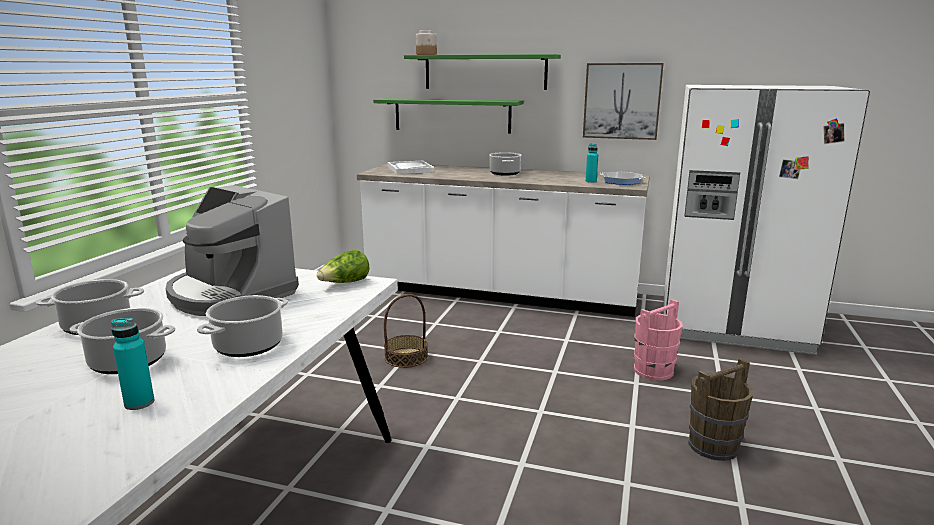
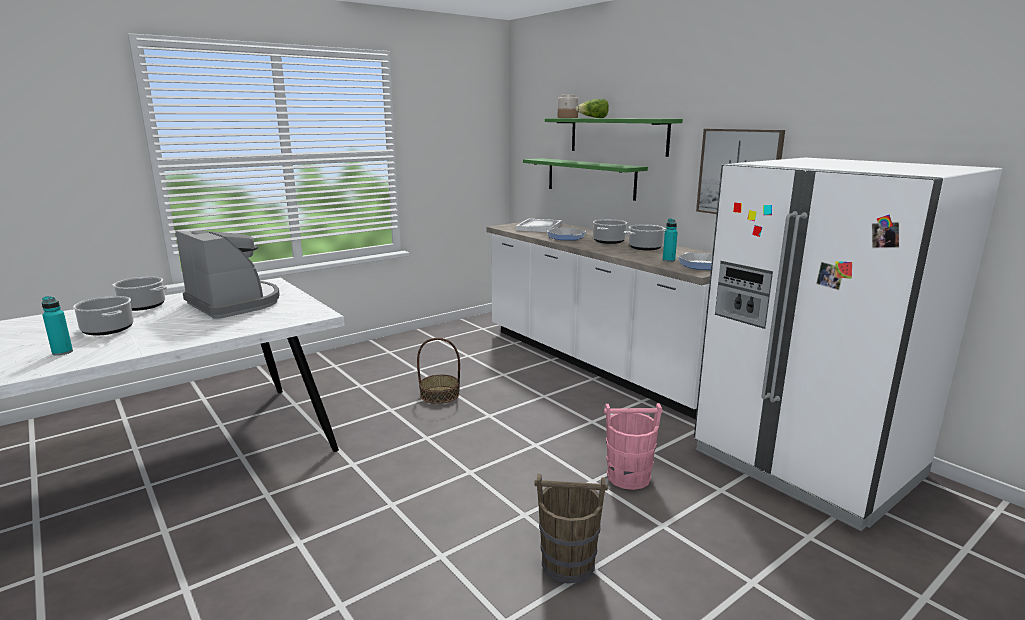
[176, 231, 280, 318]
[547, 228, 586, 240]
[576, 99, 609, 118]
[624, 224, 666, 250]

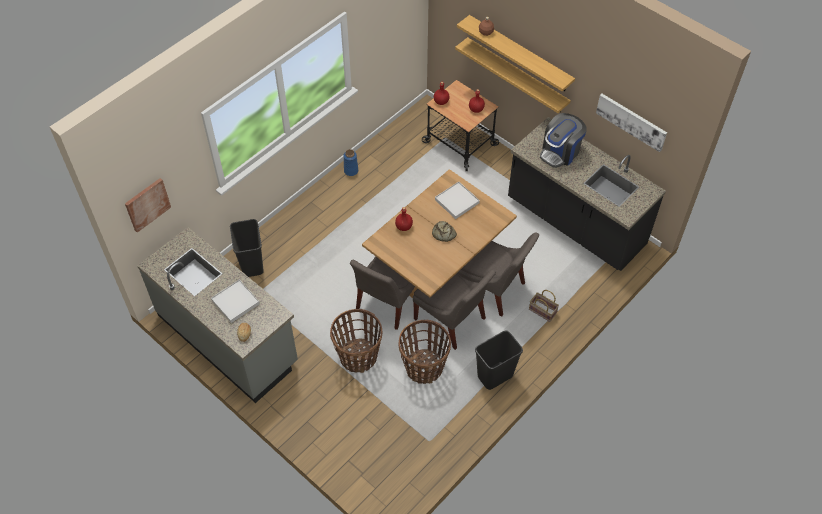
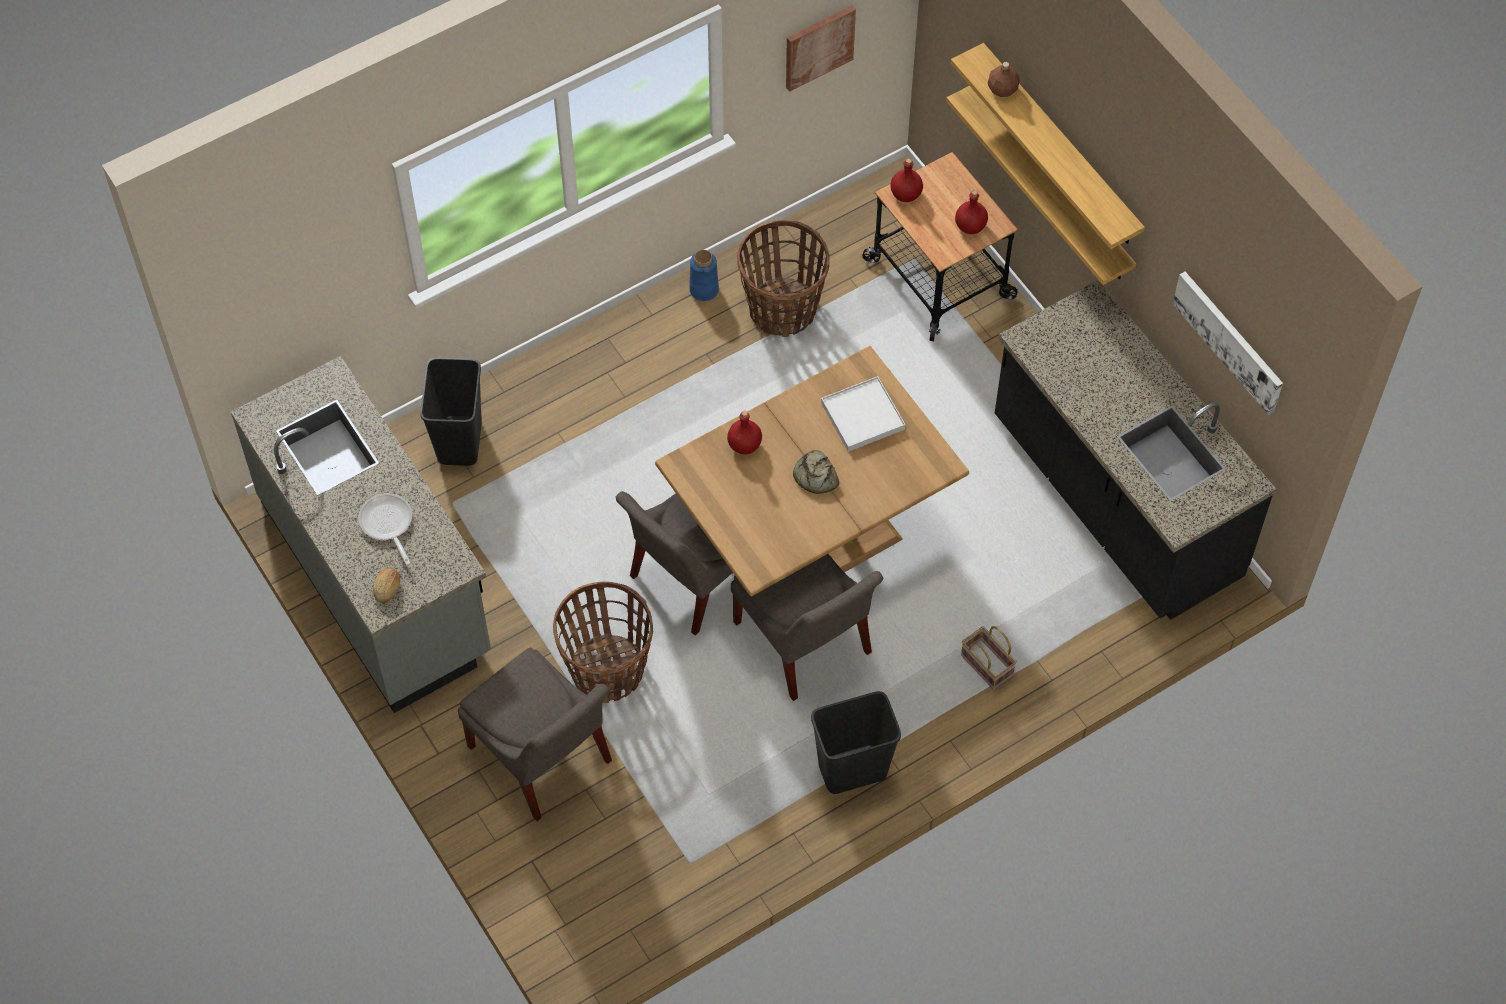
[358, 493, 412, 565]
[458, 648, 612, 821]
[737, 220, 830, 337]
[786, 5, 856, 92]
[540, 113, 587, 168] (first image)

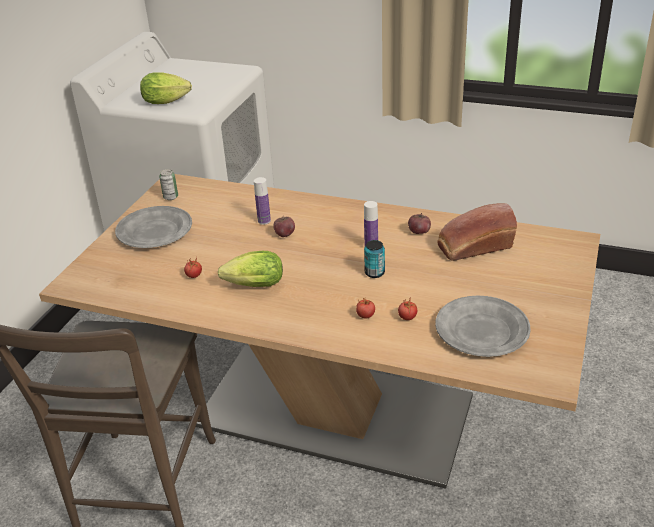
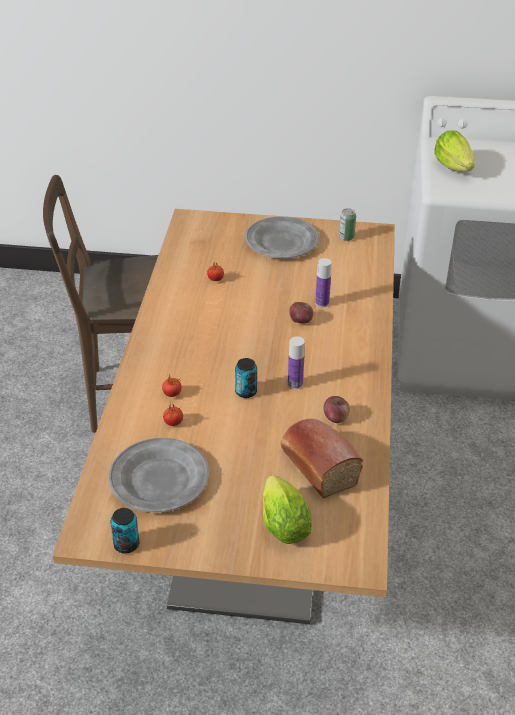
[111, 508, 139, 553]
[263, 475, 312, 544]

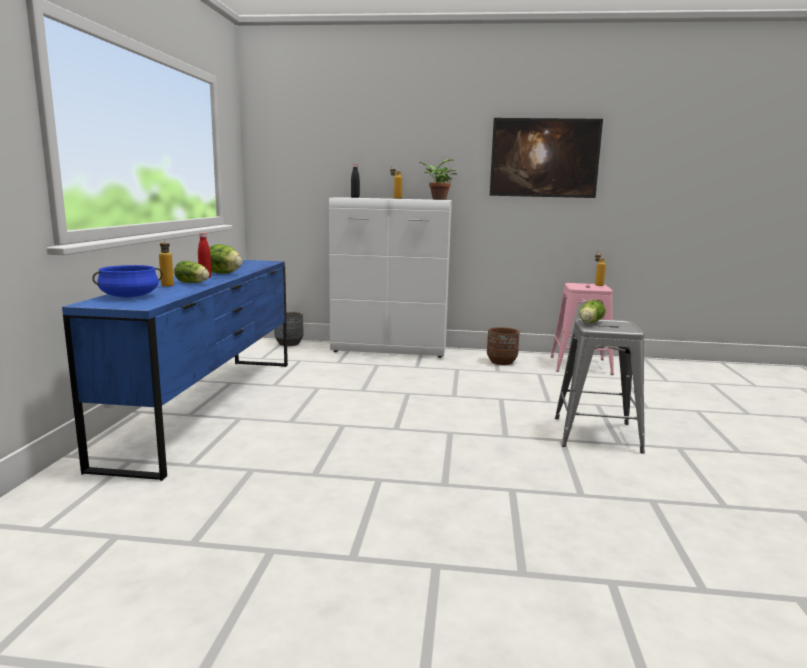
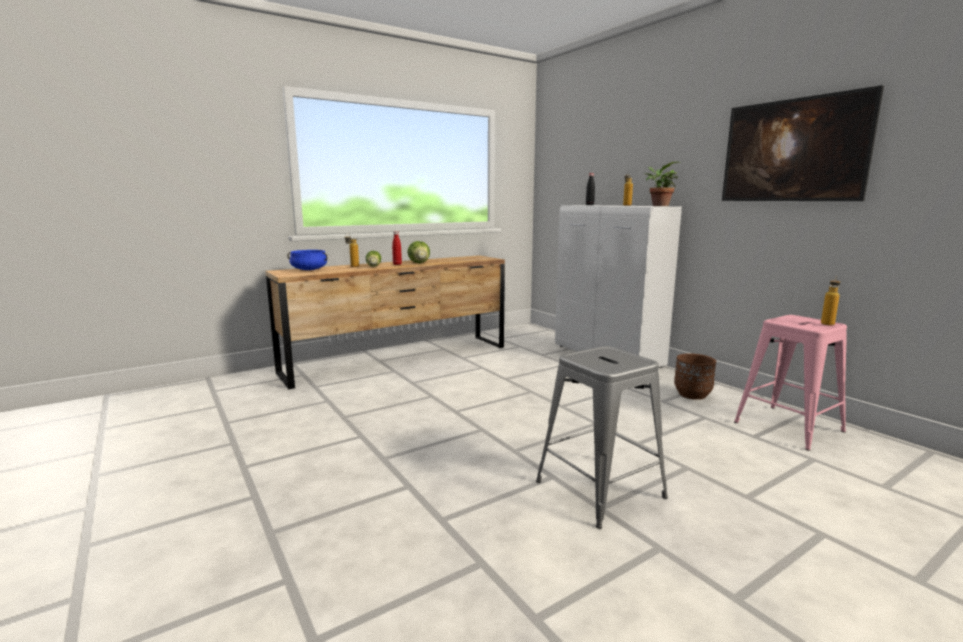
[265, 255, 505, 389]
[274, 312, 304, 346] (first image)
[579, 300, 606, 323] (first image)

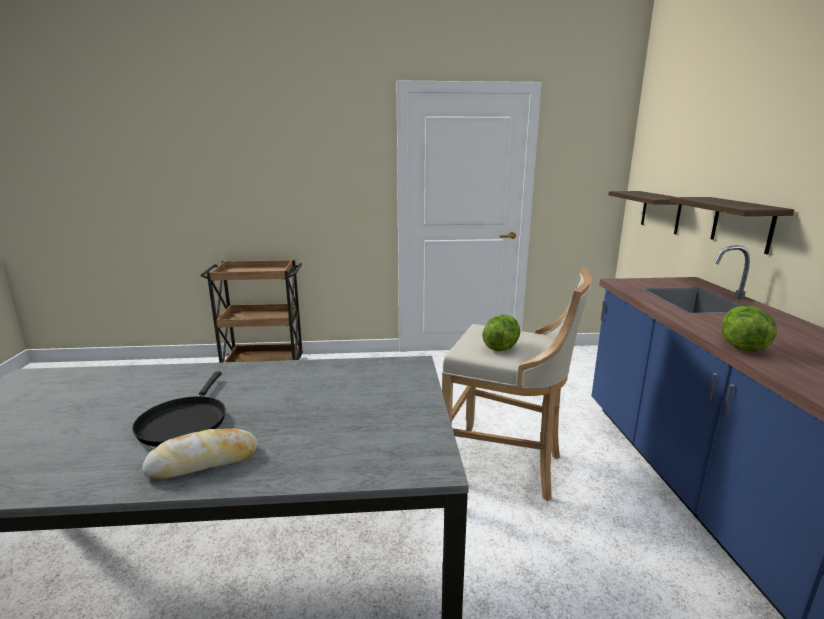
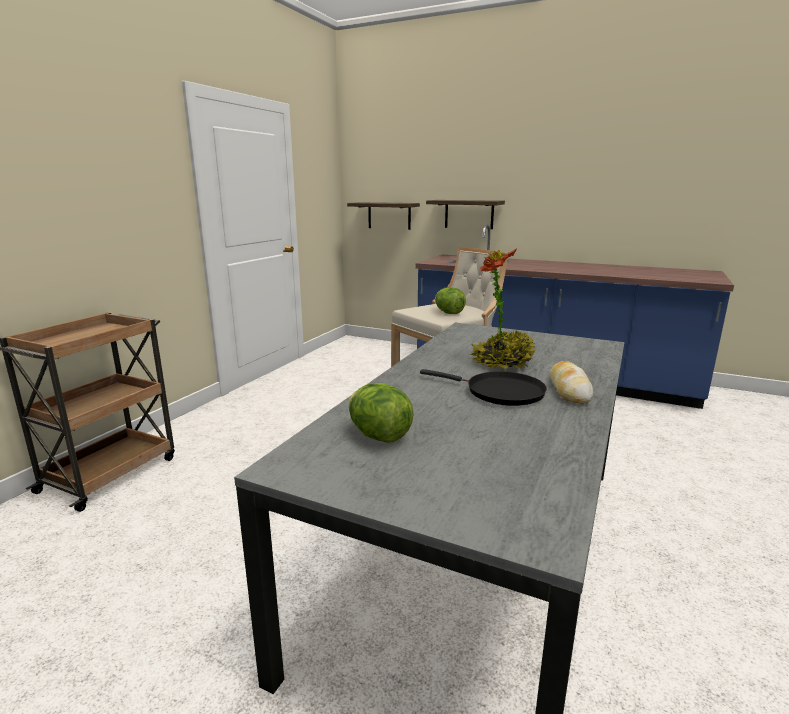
[348, 383, 413, 443]
[470, 248, 536, 369]

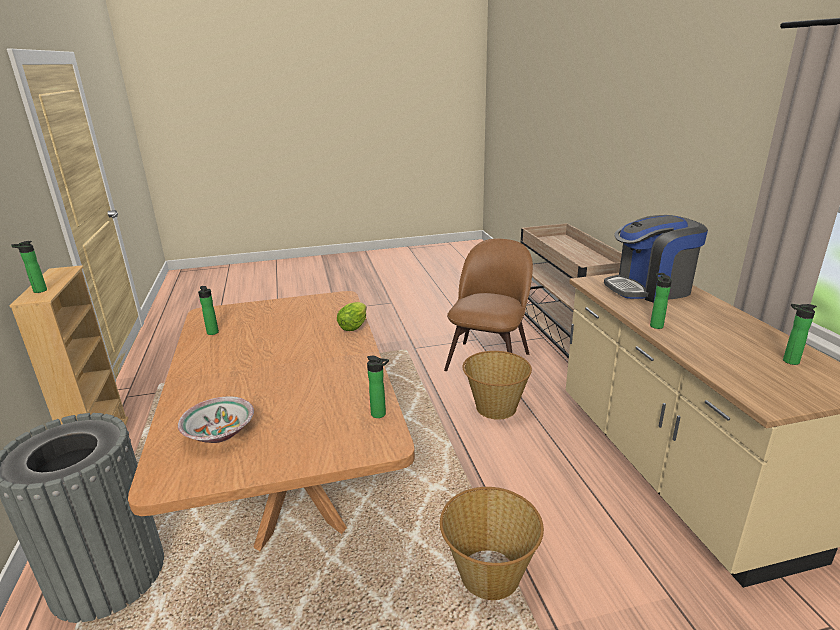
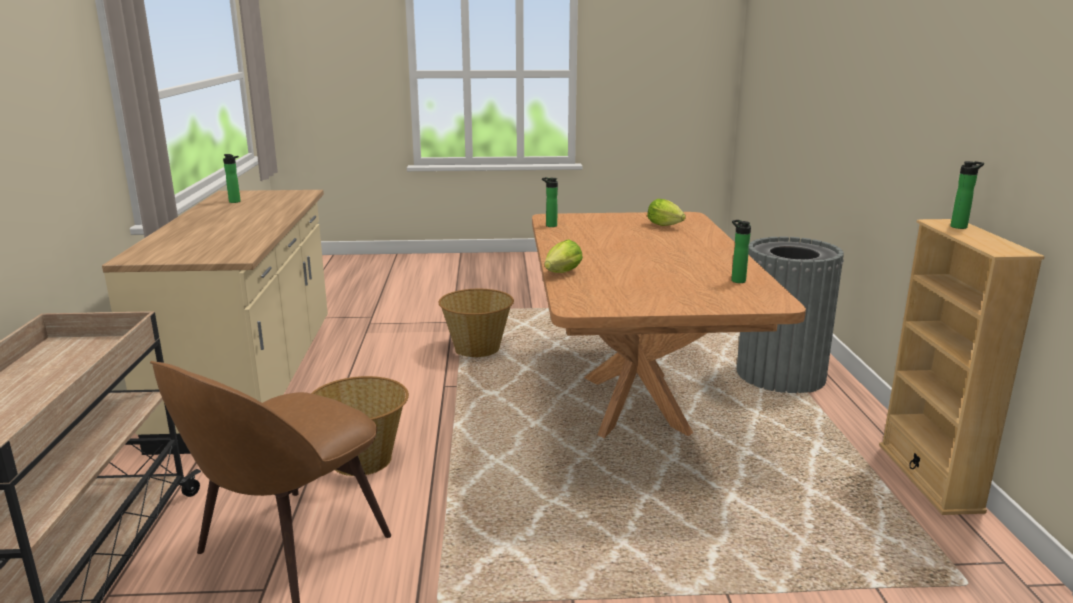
[647, 199, 686, 226]
[604, 215, 708, 303] (first image)
[650, 273, 672, 329] (first image)

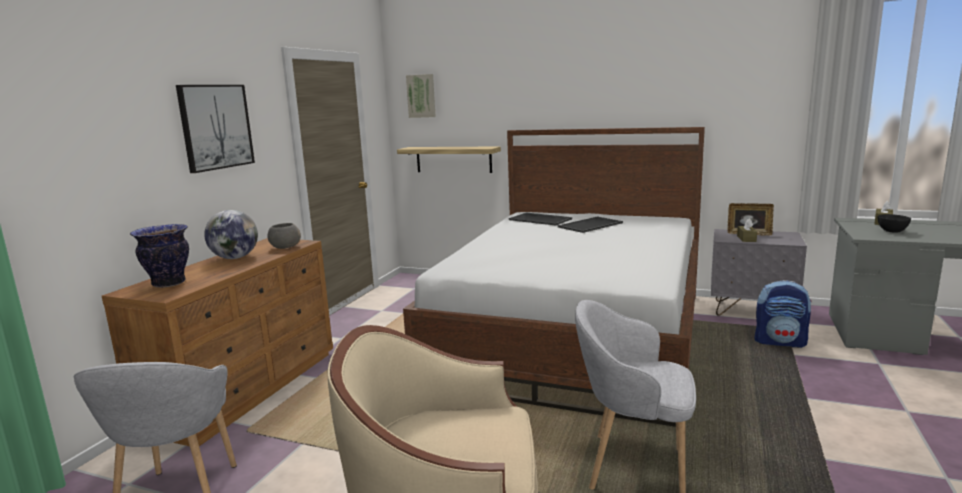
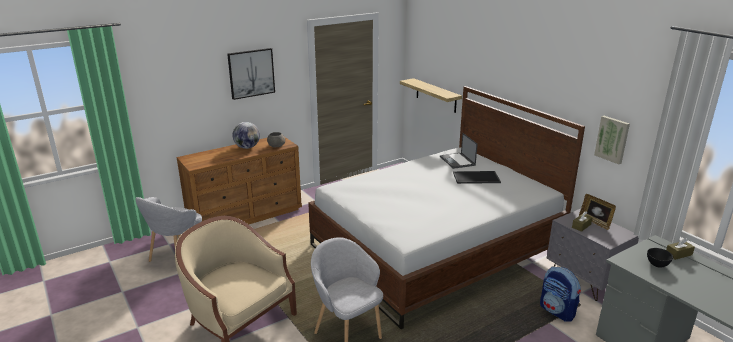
[440, 133, 478, 169]
[594, 116, 630, 164]
[130, 224, 189, 288] (first image)

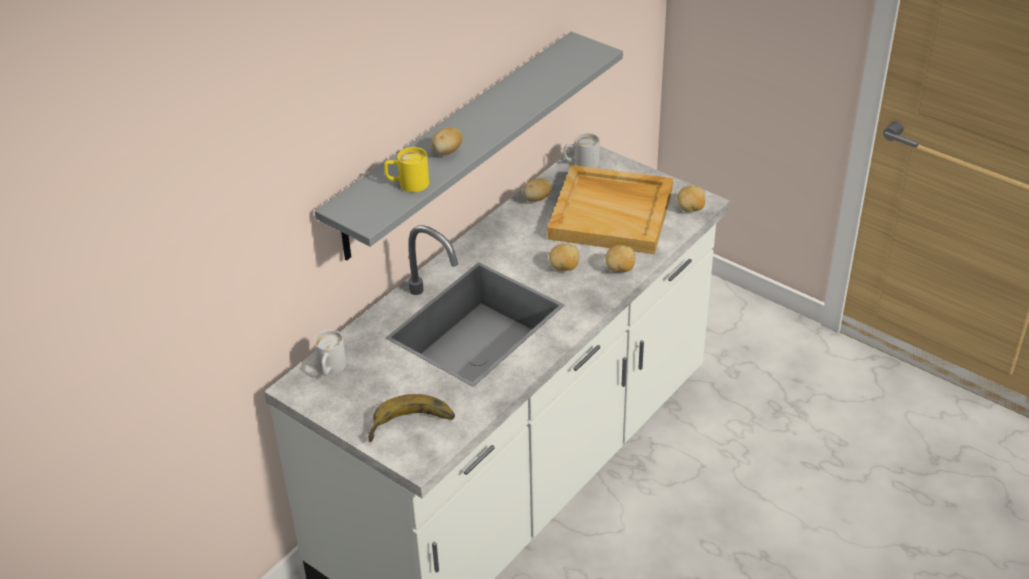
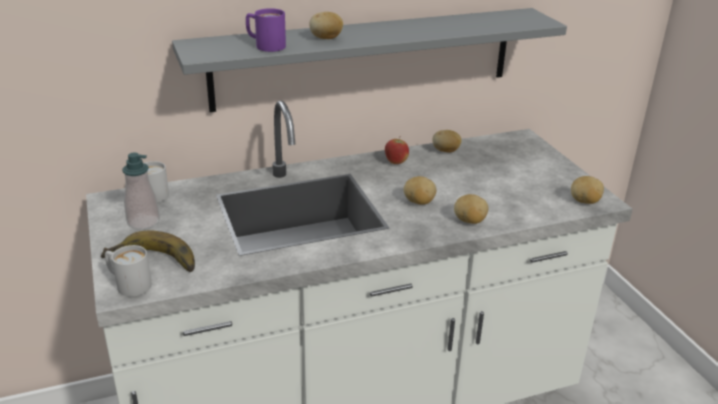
[105, 245, 152, 297]
[122, 153, 160, 230]
[246, 8, 286, 52]
[385, 138, 409, 164]
[548, 165, 673, 254] (first image)

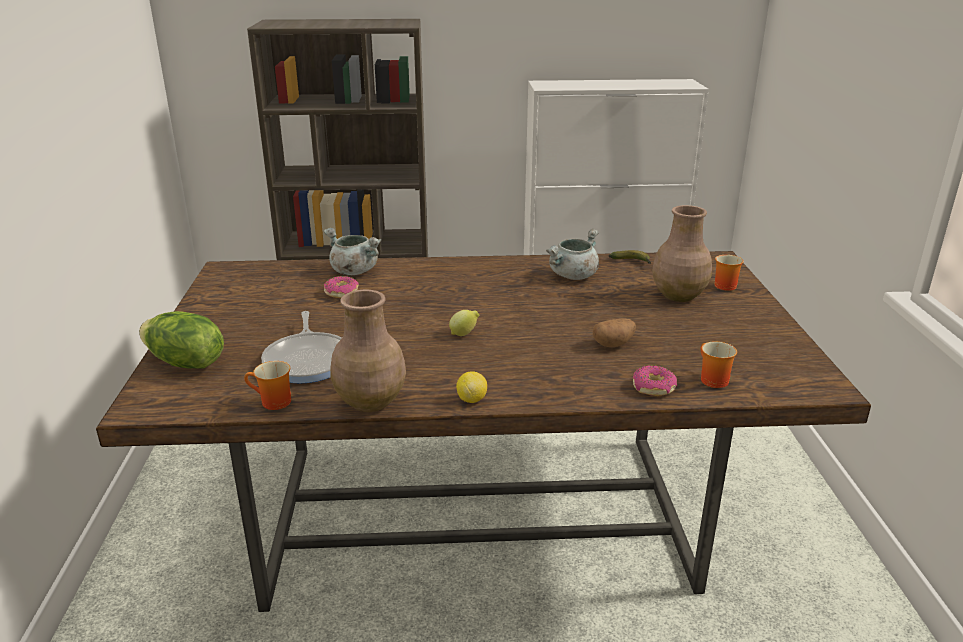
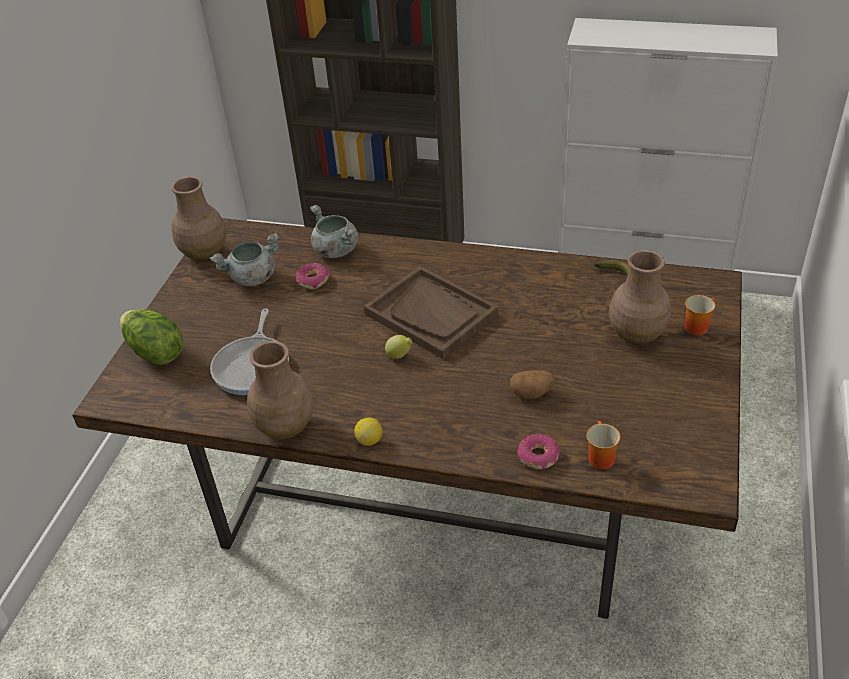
[171, 176, 226, 261]
[210, 233, 279, 286]
[364, 266, 498, 359]
[244, 361, 291, 410] (first image)

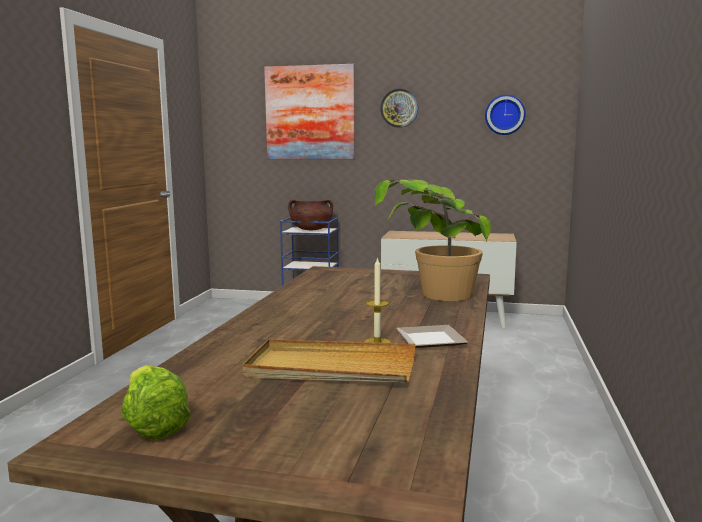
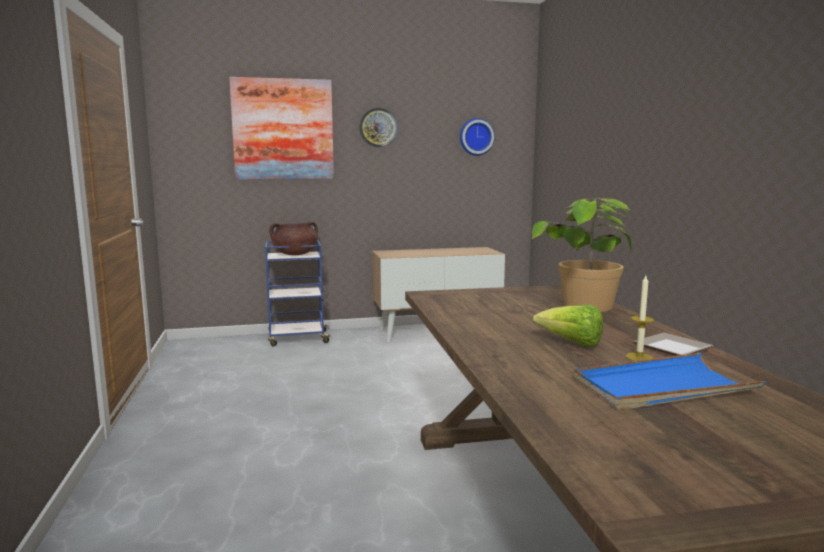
[533, 305, 603, 348]
[573, 353, 766, 410]

